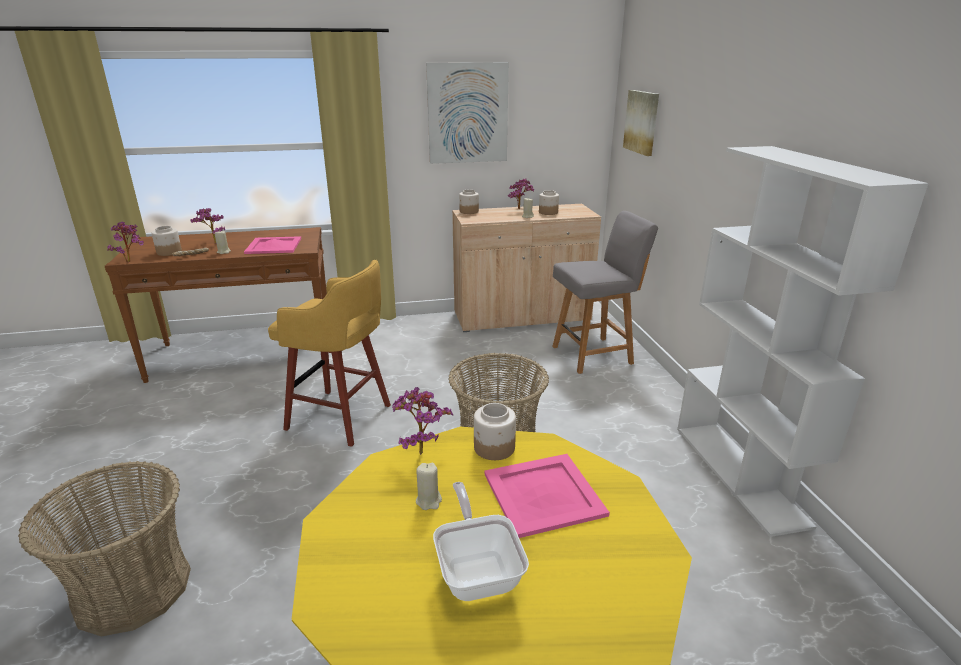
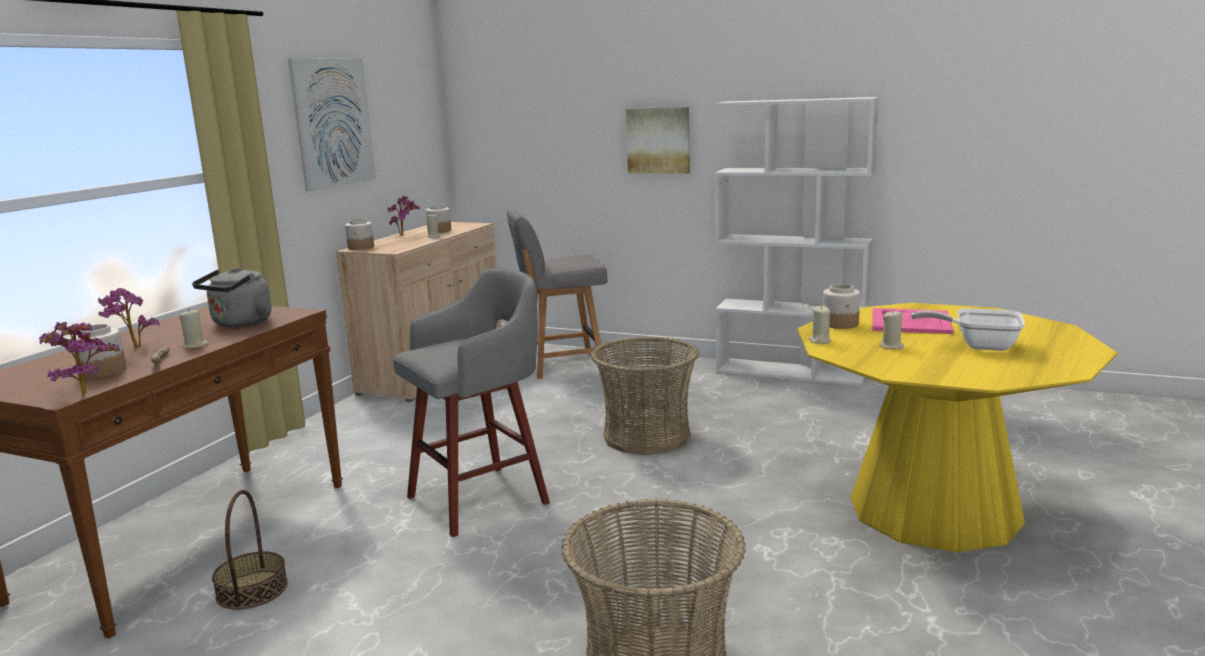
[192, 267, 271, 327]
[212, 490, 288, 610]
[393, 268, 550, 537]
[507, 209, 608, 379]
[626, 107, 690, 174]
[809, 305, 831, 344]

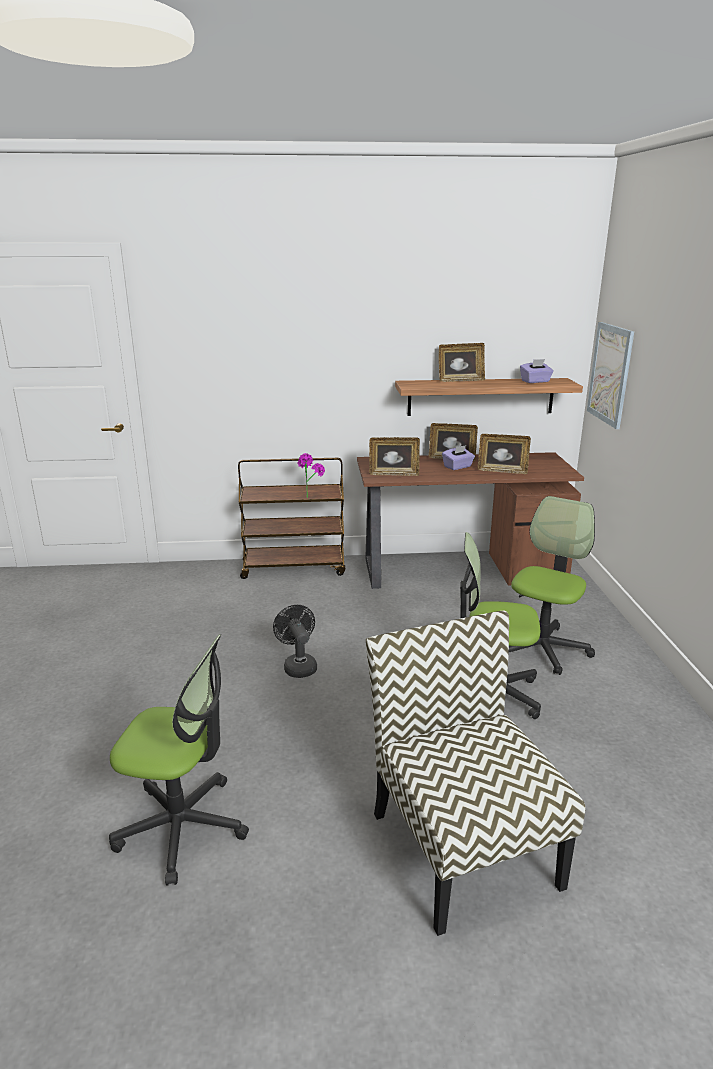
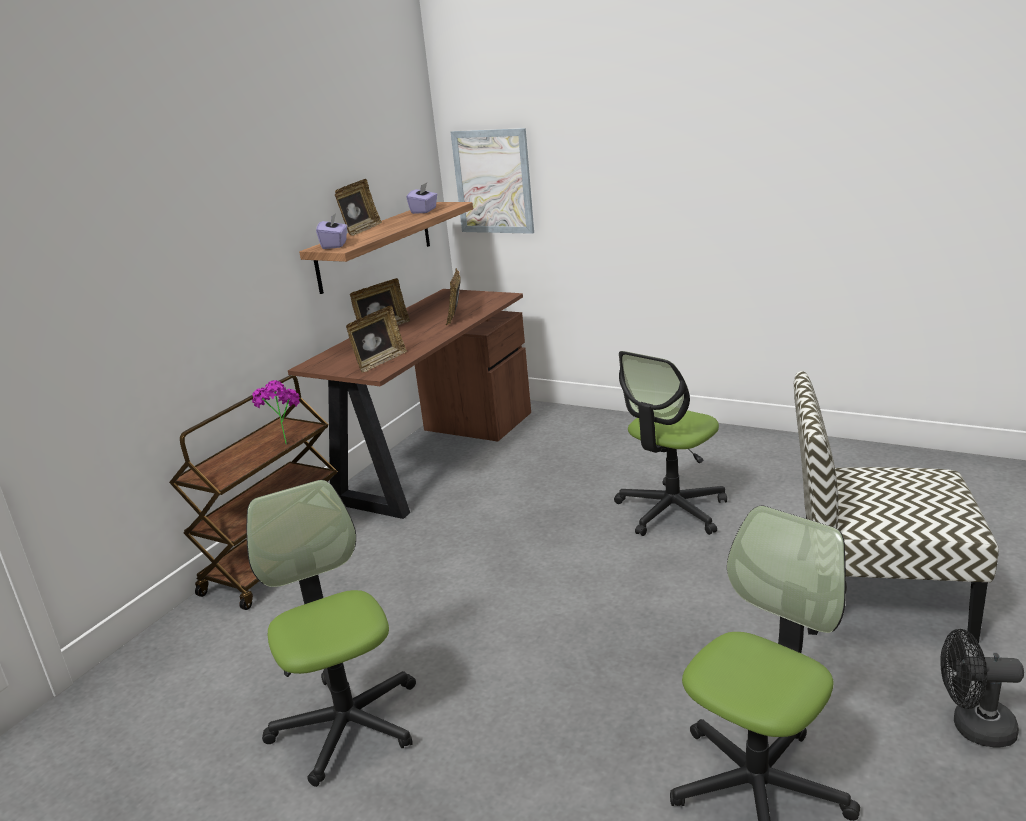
[246, 480, 416, 787]
[316, 213, 347, 249]
[446, 268, 461, 325]
[940, 629, 1024, 747]

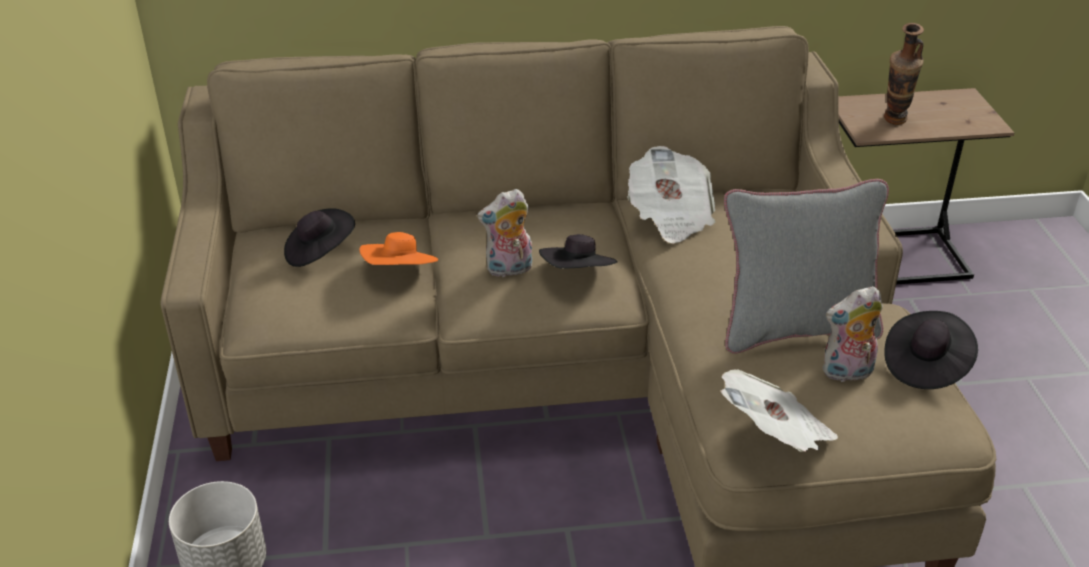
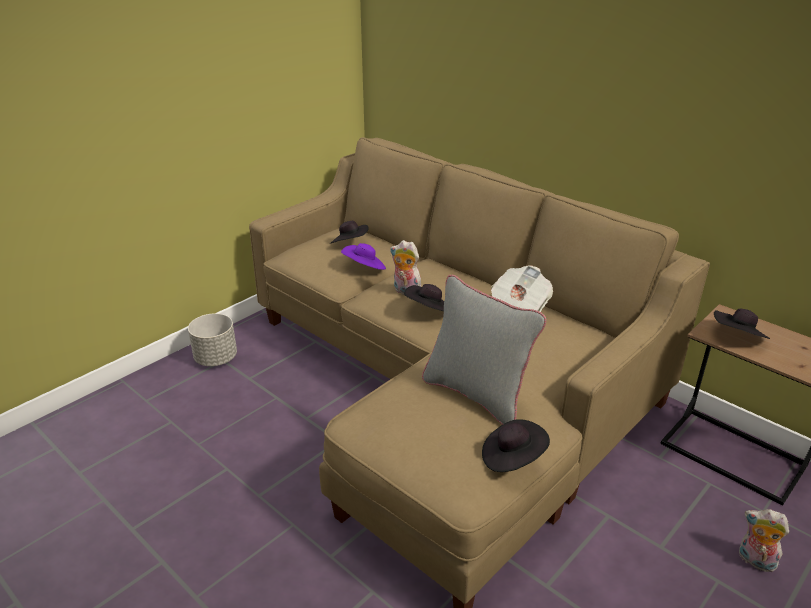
[341, 243, 386, 270]
[714, 309, 770, 339]
[739, 509, 789, 572]
[721, 369, 838, 452] (first image)

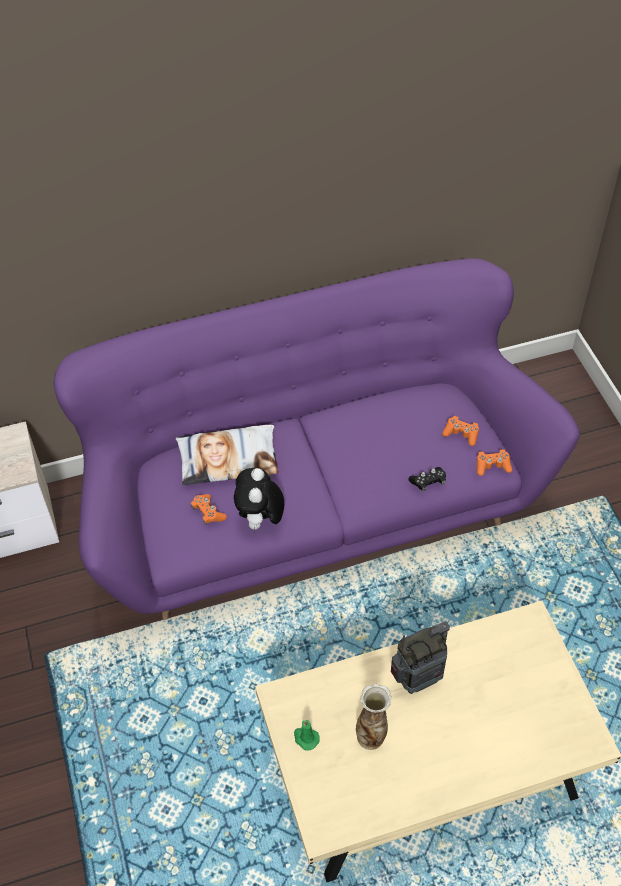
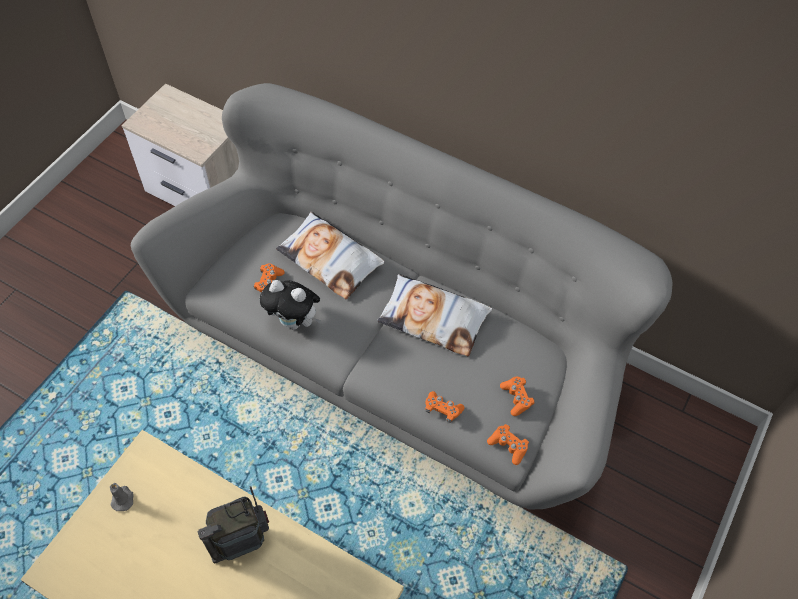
[110, 483, 134, 511]
[131, 83, 673, 510]
[198, 486, 269, 563]
[260, 280, 321, 330]
[377, 274, 492, 357]
[425, 391, 465, 423]
[356, 684, 392, 750] (first image)

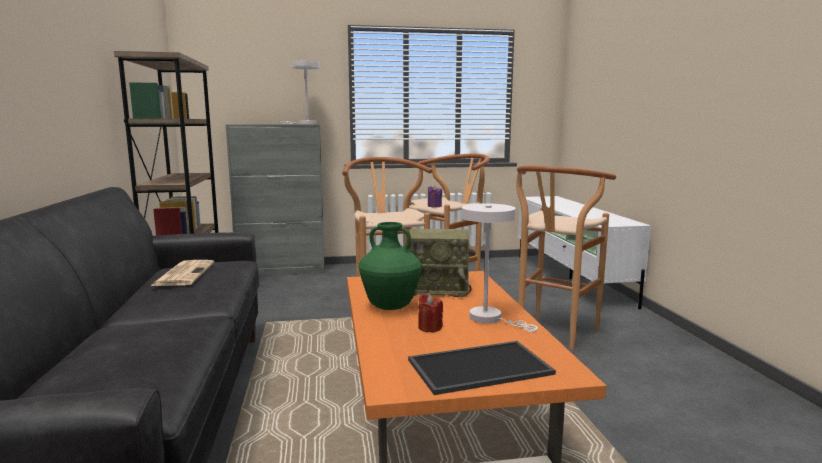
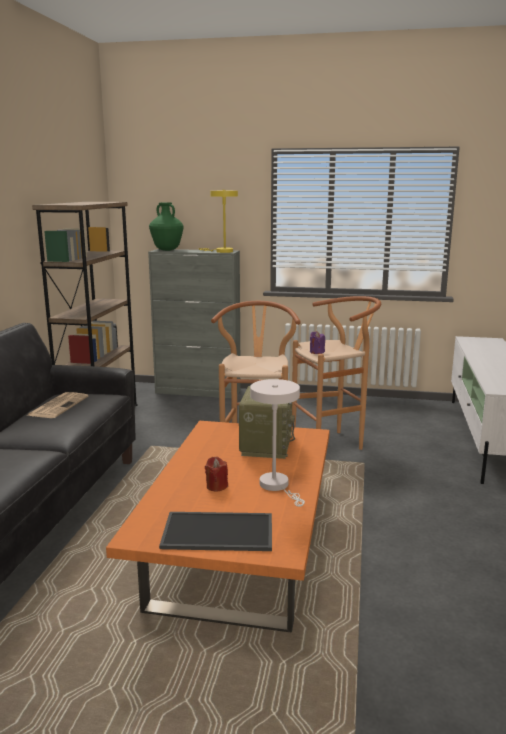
[149, 202, 184, 251]
[199, 190, 238, 253]
[239, 386, 295, 459]
[516, 165, 616, 350] (first image)

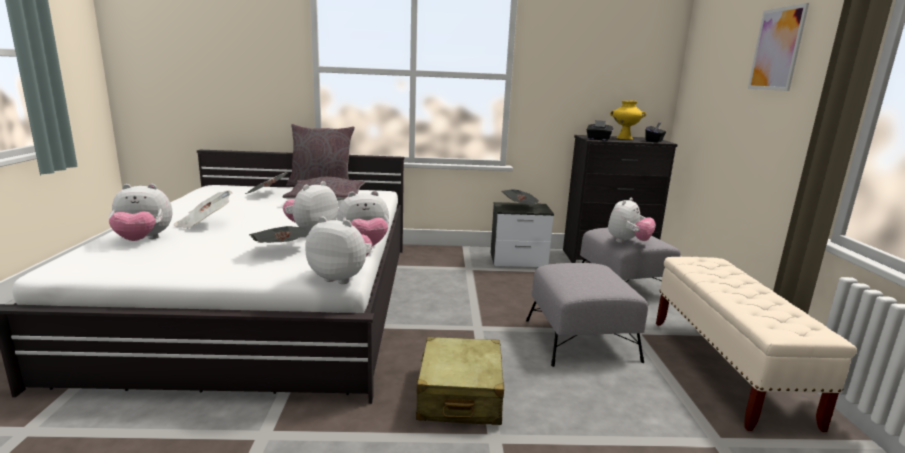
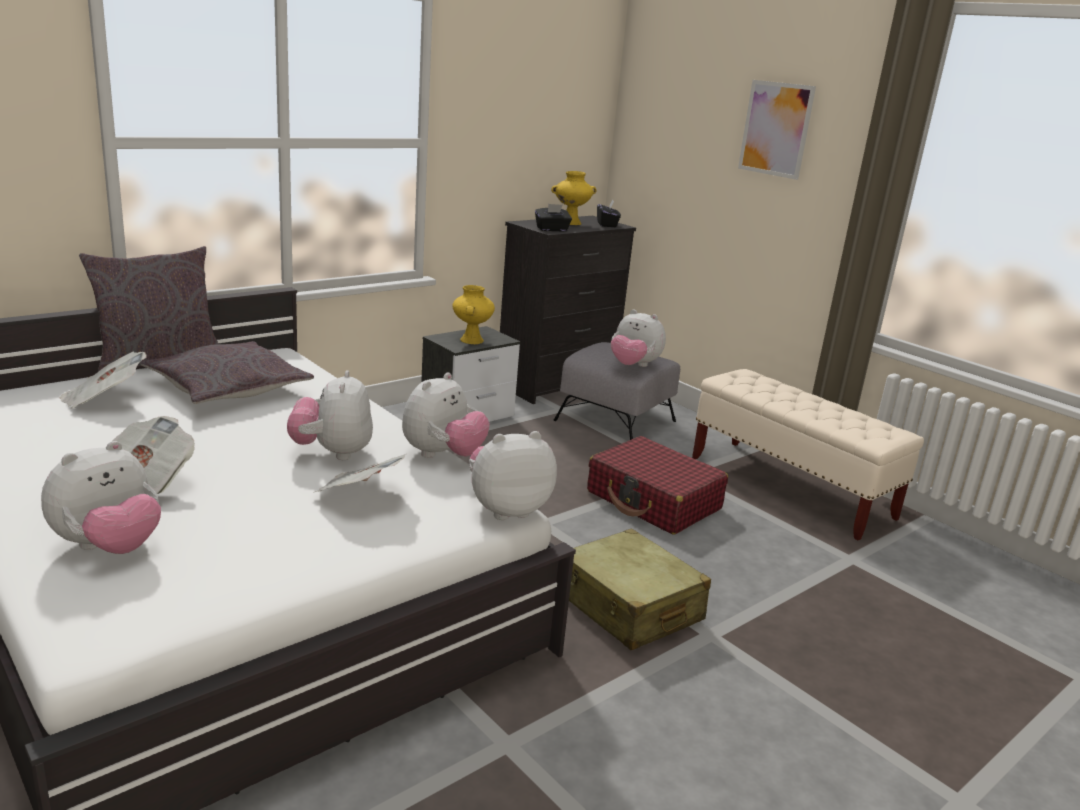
[453, 285, 495, 344]
[587, 436, 728, 535]
[611, 309, 666, 367]

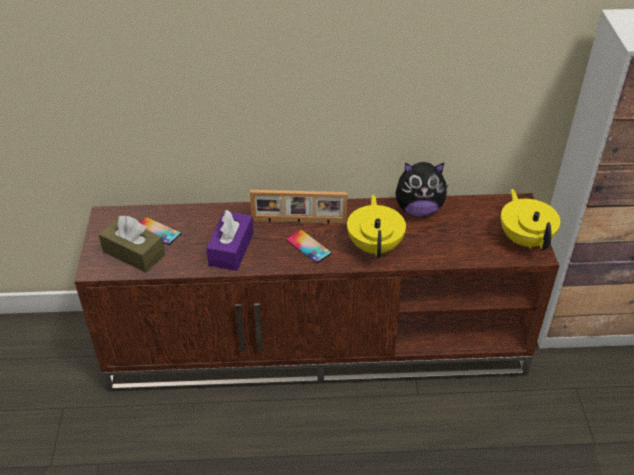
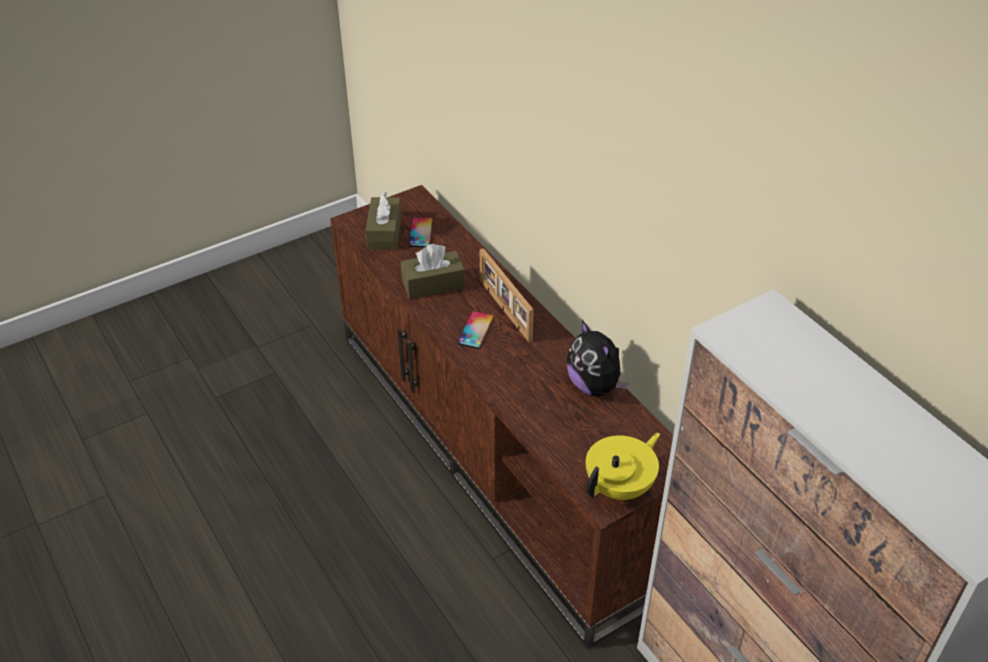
[401, 244, 465, 299]
[347, 194, 406, 258] (first image)

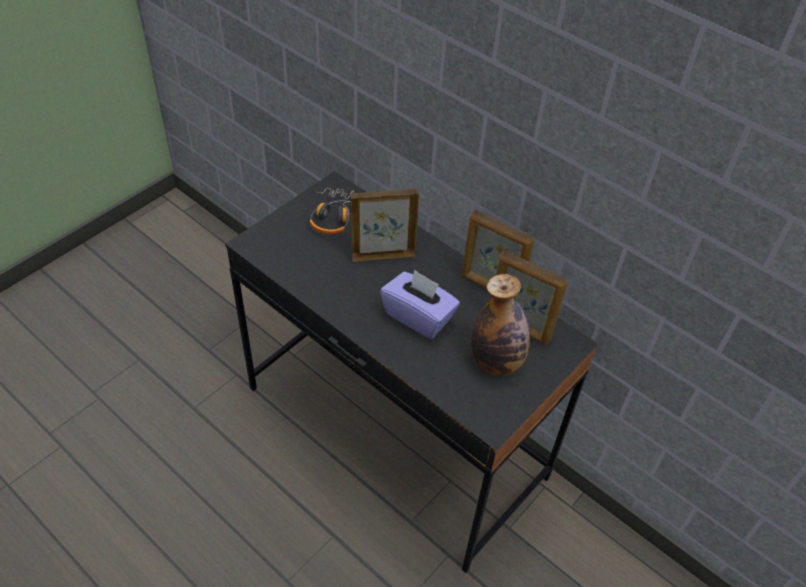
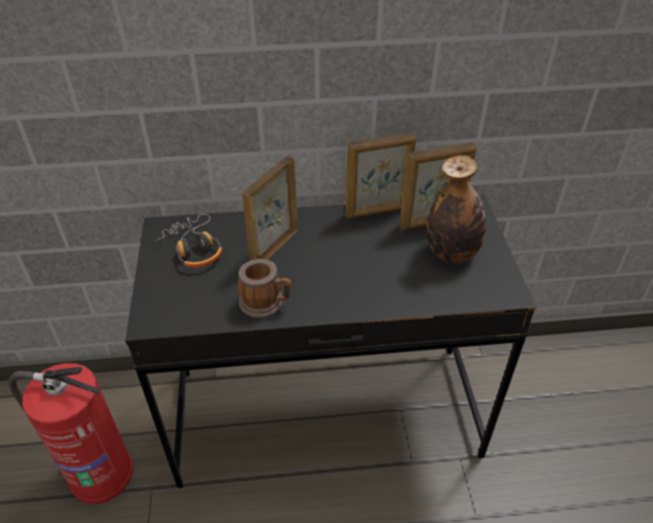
[8, 363, 133, 504]
[238, 259, 292, 318]
[380, 269, 460, 339] (first image)

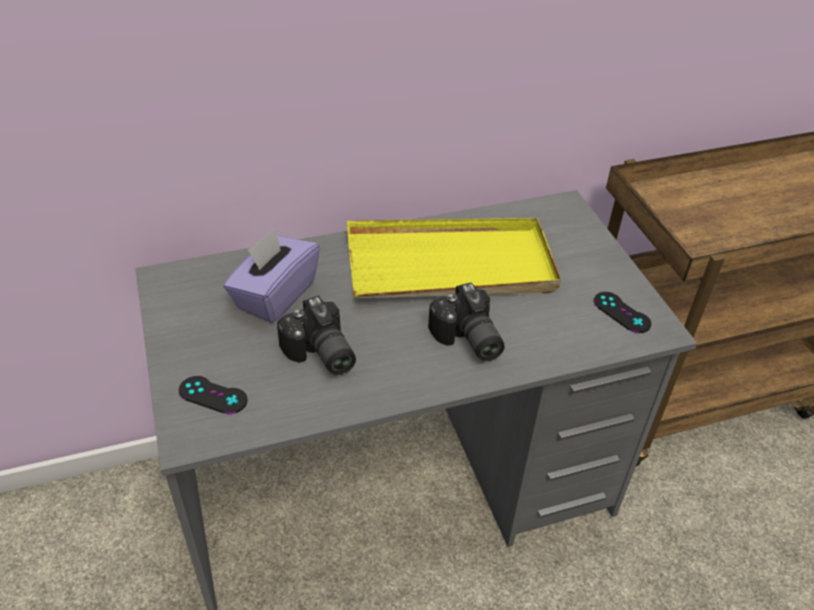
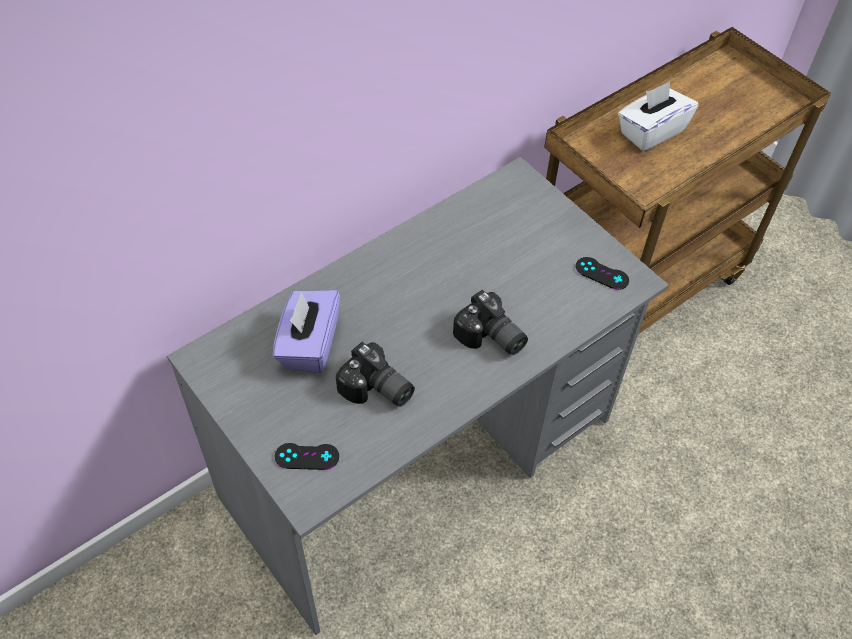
[618, 82, 698, 151]
[347, 218, 561, 298] (first image)

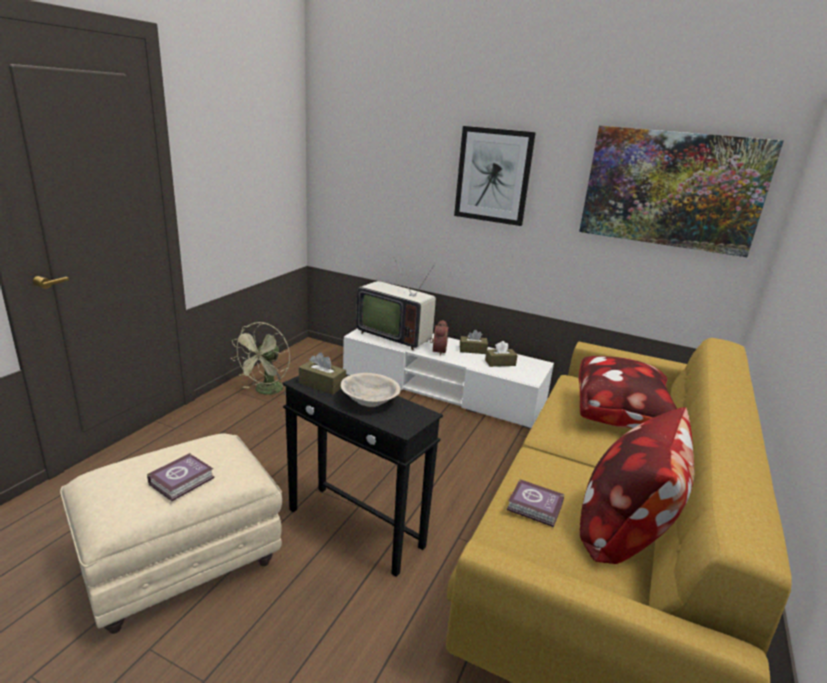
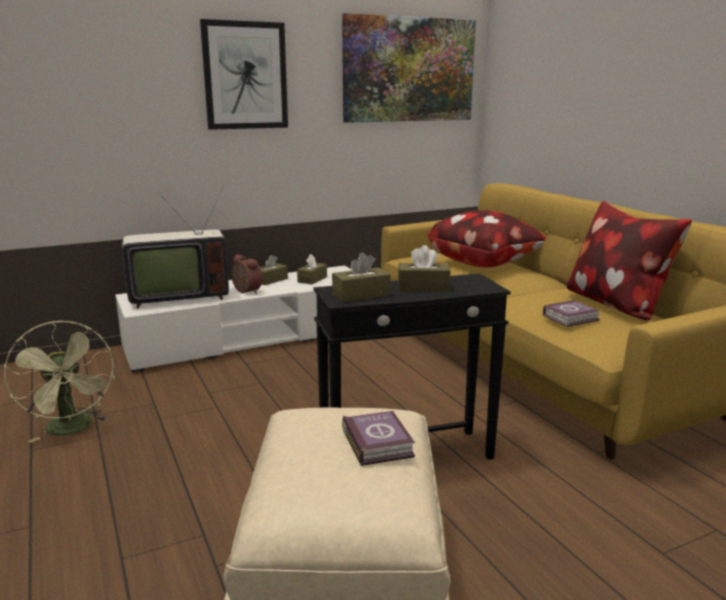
[398, 245, 451, 292]

